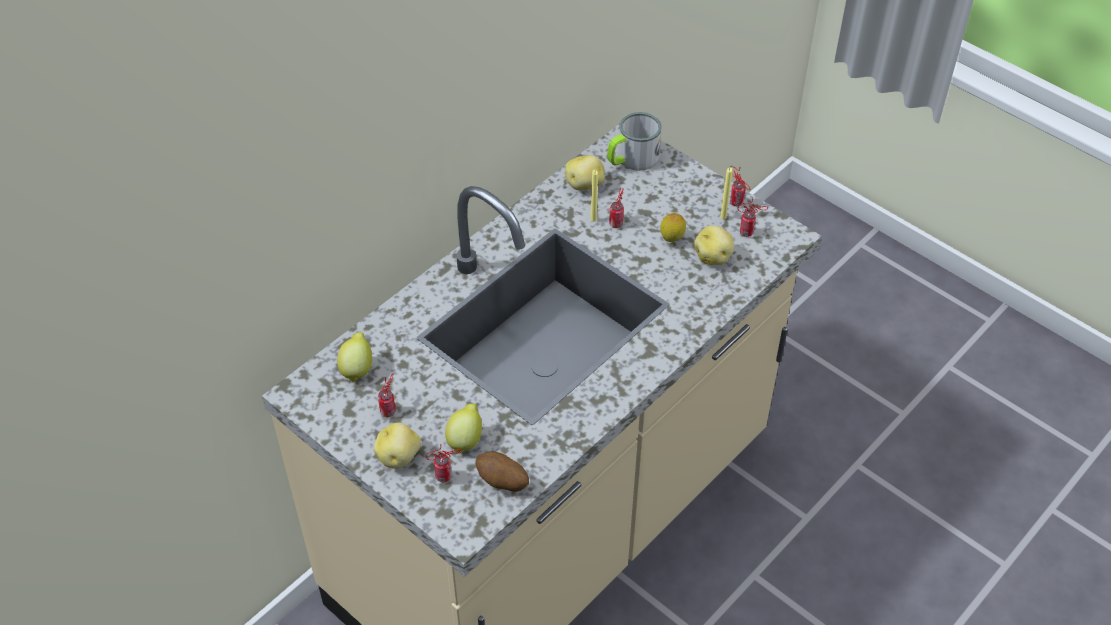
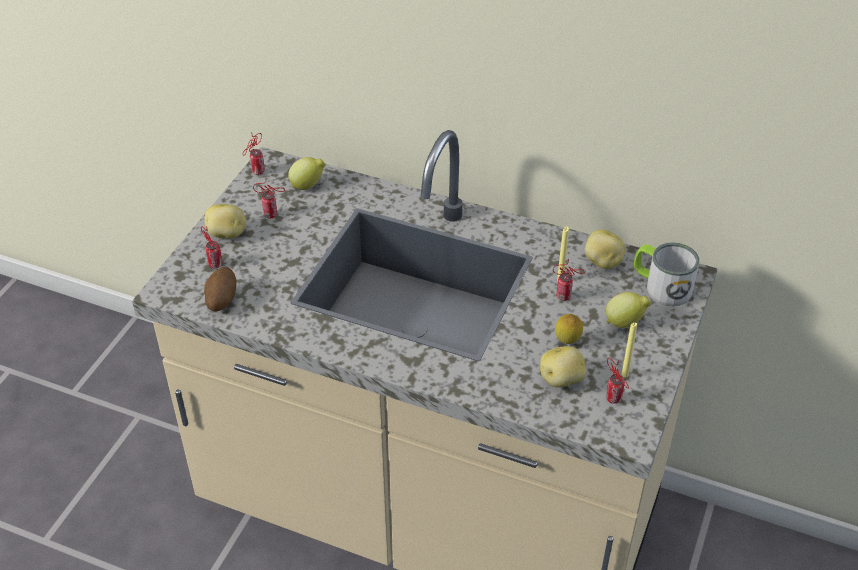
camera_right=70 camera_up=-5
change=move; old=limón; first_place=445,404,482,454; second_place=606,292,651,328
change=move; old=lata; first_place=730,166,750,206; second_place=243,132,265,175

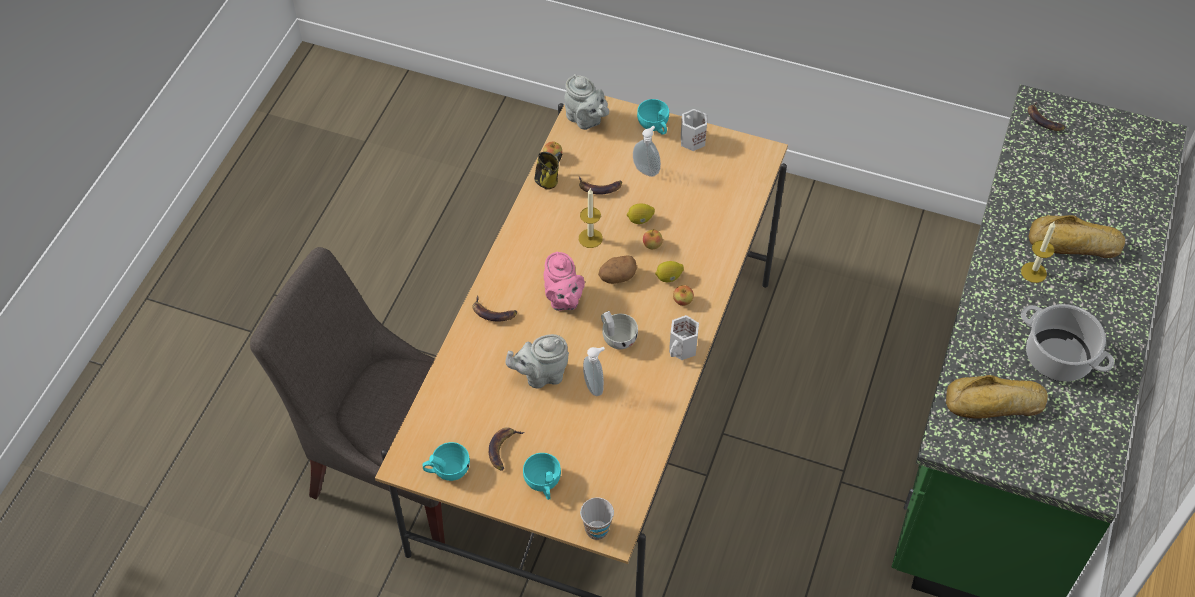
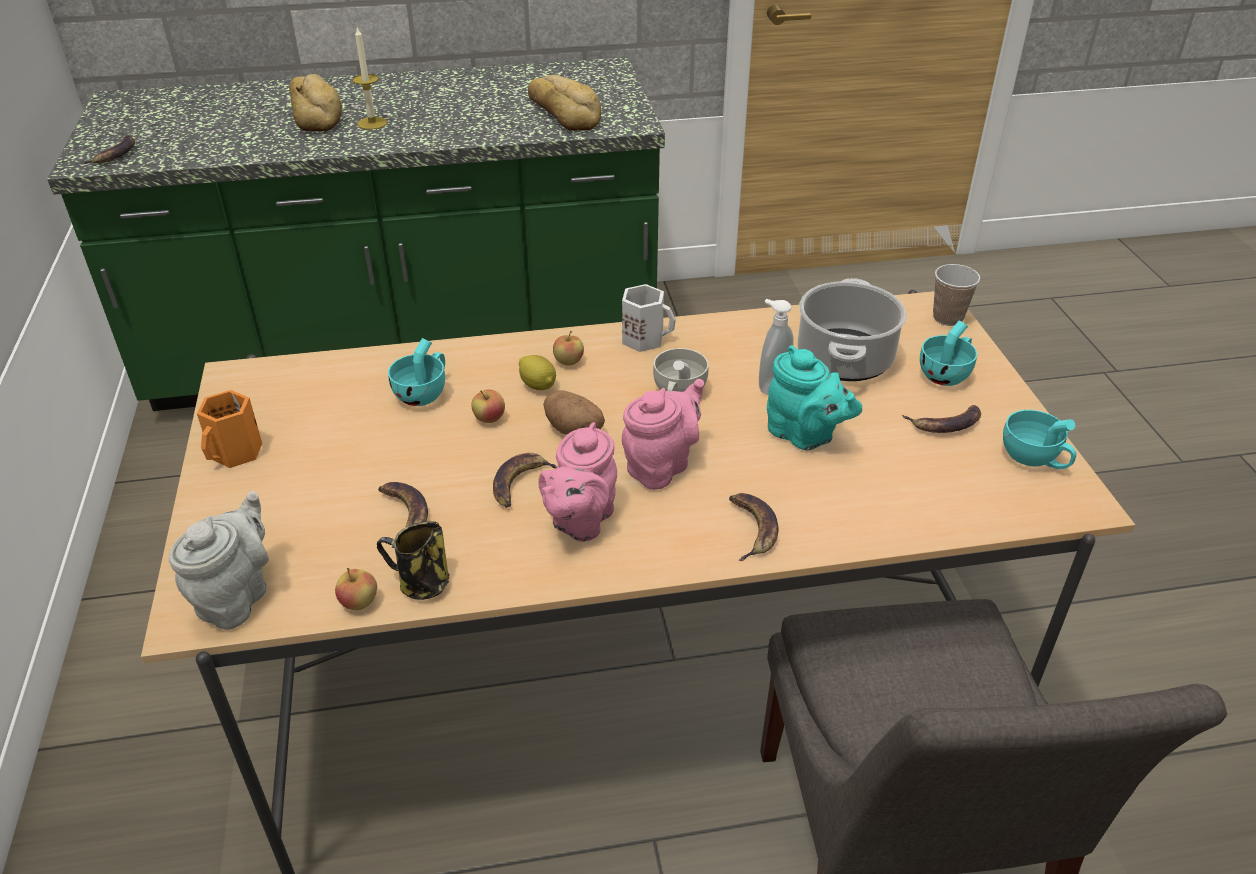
camera_right=-120 camera_up=-15
change=delete; old=limón; first_place=627,203,655,224
change=delete; old=dispensador de jabón; first_place=633,126,661,177
change=insert; new=tetera [rosa]; second_place=538,422,617,542
change=move; old=taza [turquesa]; first_place=637,99,669,135; second_place=388,338,445,406
change=move; old=olla; first_place=1021,304,1114,382; second_place=797,278,907,381
change=replace; old=vela; new=plátano; first_place=579,189,603,248; second_place=493,453,557,508
change=recolor; old=tetera [gris]; new=tetera [turquesa]; first_place=505,334,569,389; second_place=767,345,862,451
change=recolor; old=taza grande [blanco]; new=taza grande [naranja]; first_place=681,109,707,151; second_place=197,390,262,468

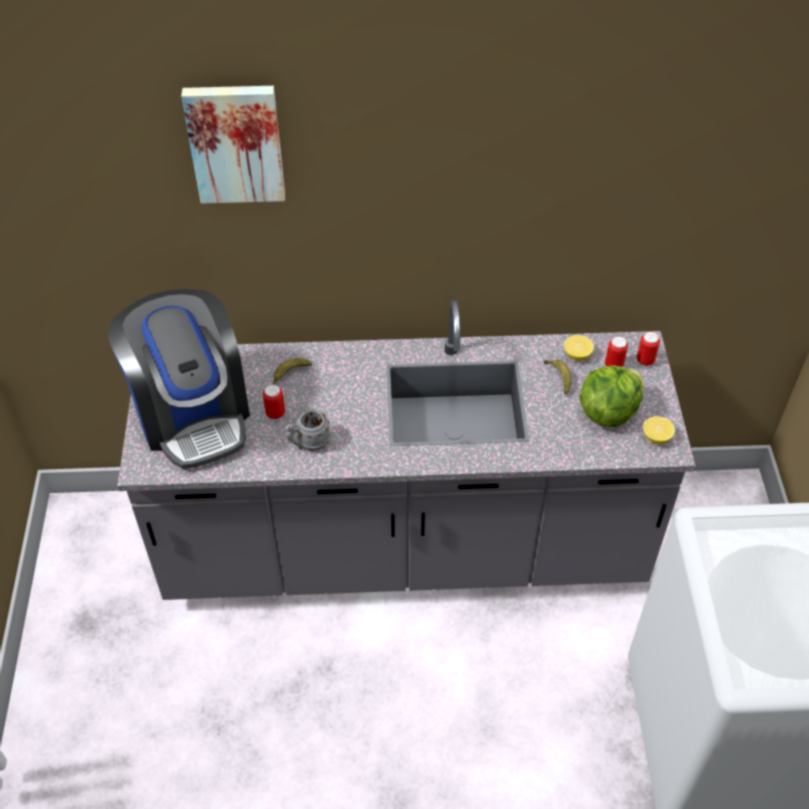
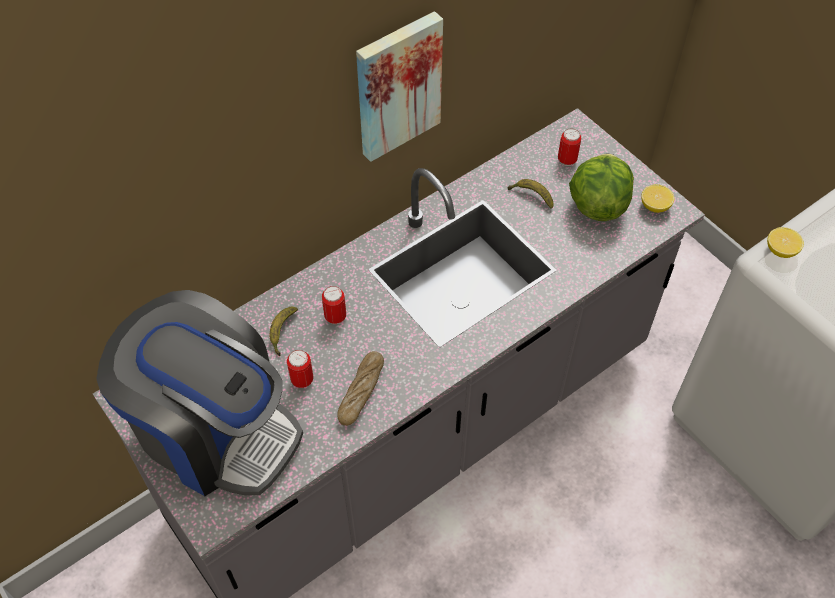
camera_right=-35 camera_up=5
change=move; old=cuadro; first_place=181,86,285,204; second_place=356,11,443,162
change=move; old=limón; first_place=564,335,594,360; second_place=767,227,804,258
change=move; old=lata; first_place=636,331,660,367; second_place=322,286,346,324
change=replace; old=taza grande [gris]; new=pan; first_place=286,410,330,451; second_place=337,351,384,426

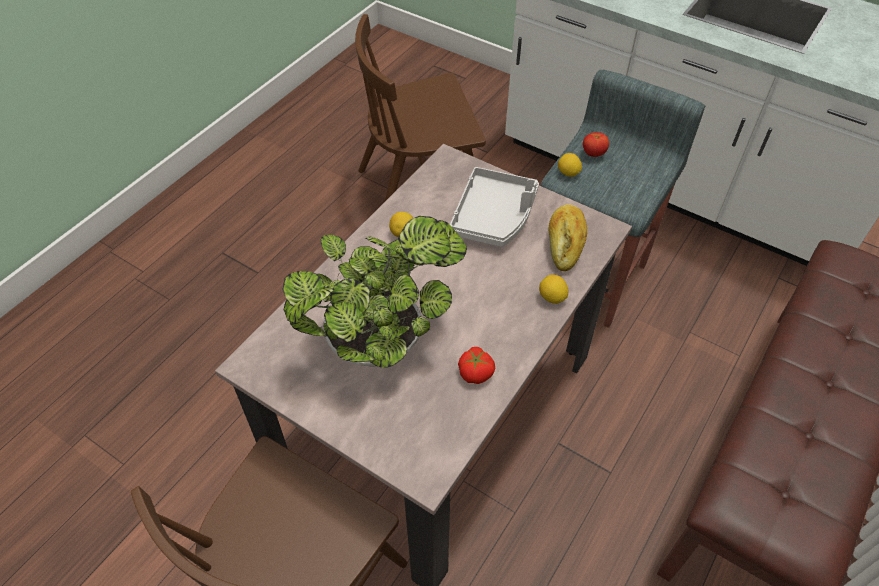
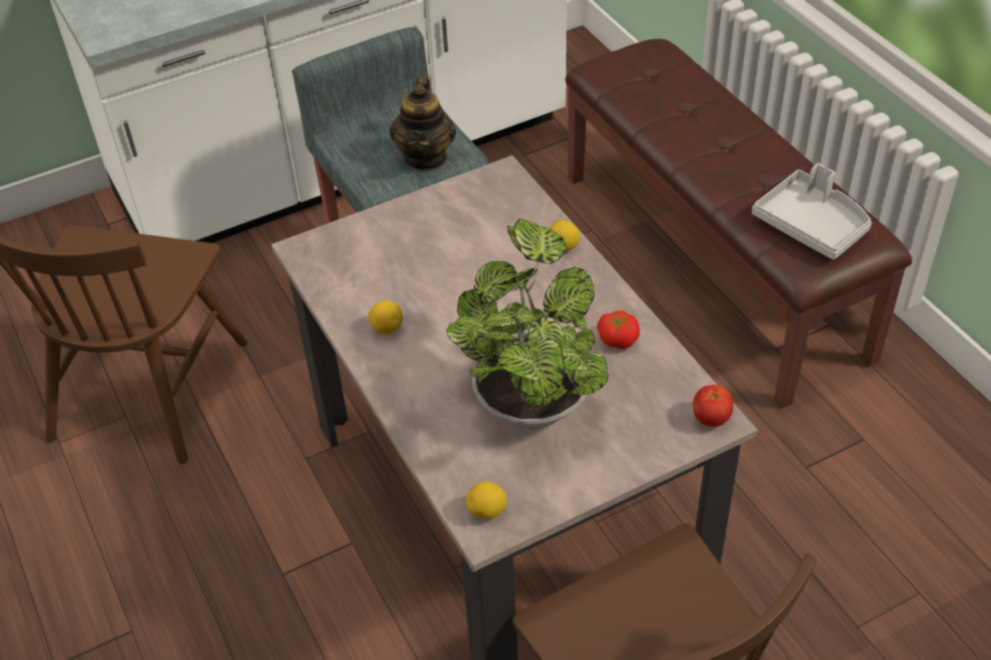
camera_right=-60 camera_up=-5
change=delete; old=pan; first_place=548,204,587,271
change=insert; new=tetera; second_place=389,76,456,171
change=move; old=bandeja [gris]; first_place=450,167,539,247; second_place=752,163,872,260
change=move; old=limón; first_place=558,153,582,177; second_place=466,481,507,519
change=move; old=tomate; first_place=583,132,609,157; second_place=693,385,733,427

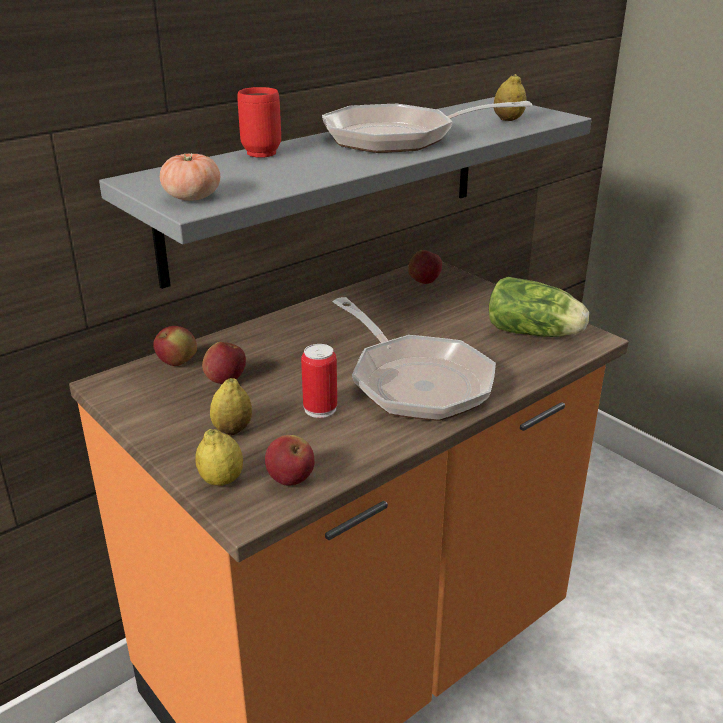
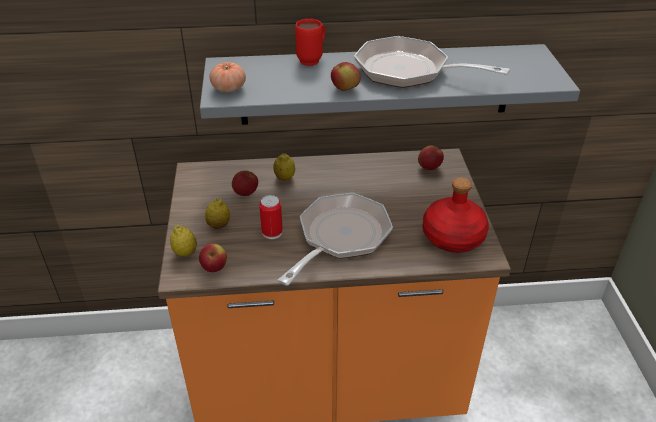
camera_right=35 camera_up=10
change=move; old=manzana; first_place=154,326,197,366; second_place=331,62,360,91
change=move; old=limón; first_place=494,74,526,121; second_place=273,154,295,181
change=replace; old=lechuga; new=botella [rojo]; first_place=489,277,589,337; second_place=422,178,489,253
change=rotate; old=sartén; first_place=333,297,496,421; second_place=278,193,393,285; degrees=-150

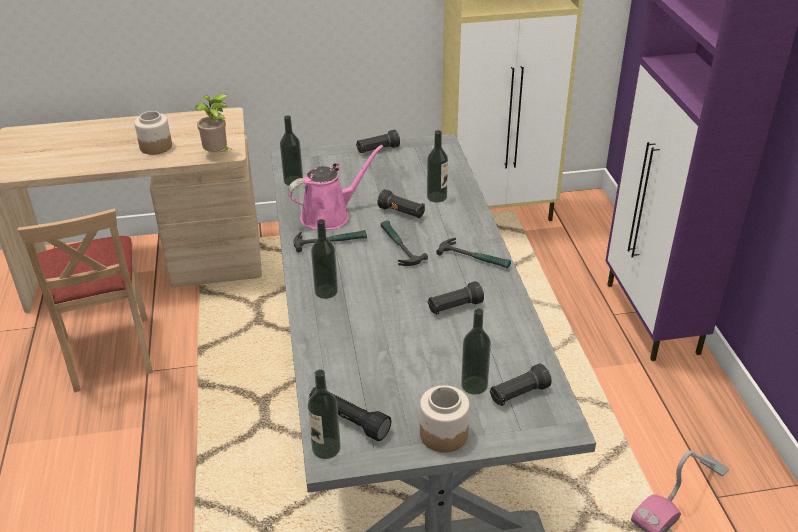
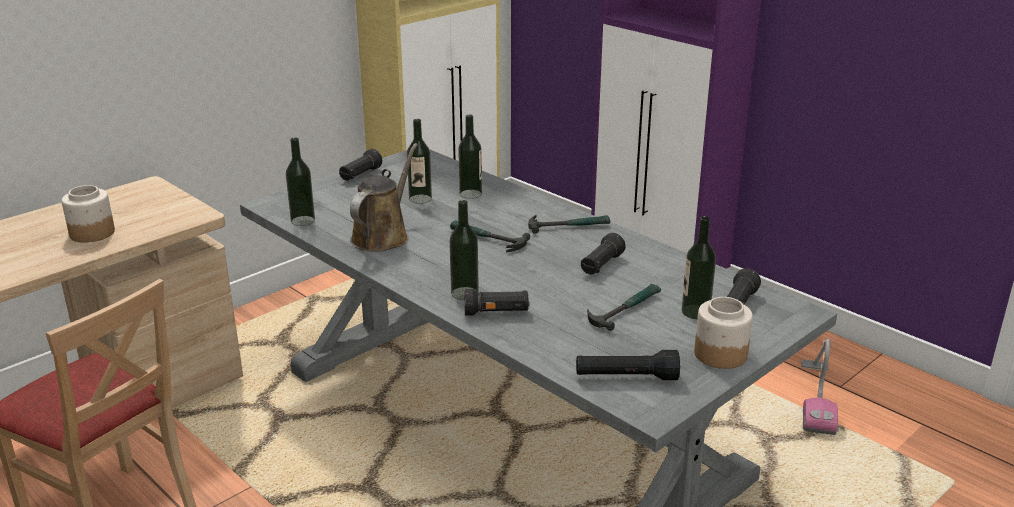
camera_right=-35 camera_up=-10
change=delete; old=planta en maceta; first_place=195,94,230,152
change=move; old=martillo; first_place=293,230,367,252; second_place=587,284,661,331
change=move; old=botella; first_place=308,370,341,459; second_place=407,119,432,204
change=move; old=linterna [negro]; first_place=377,189,425,218; second_place=464,288,530,316
change=recolor; old=regadera [rosa]; new=regadera [marrón]; first_place=288,145,383,230; second_place=350,143,418,252

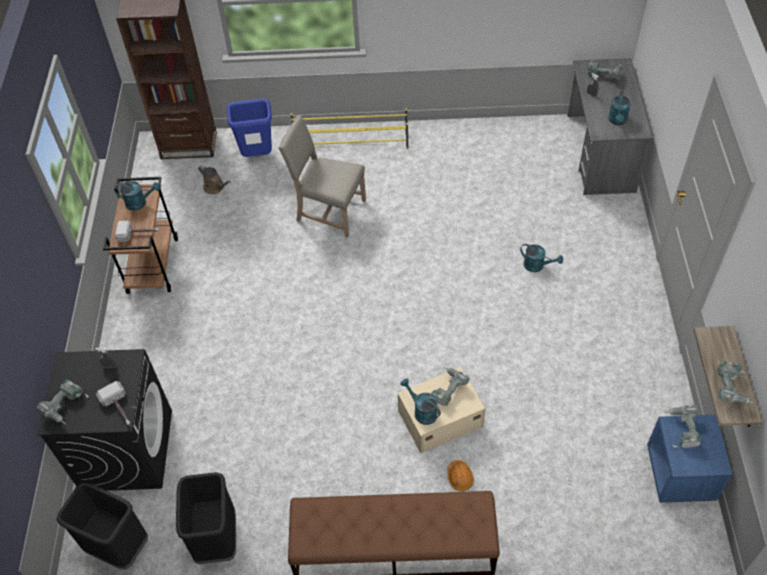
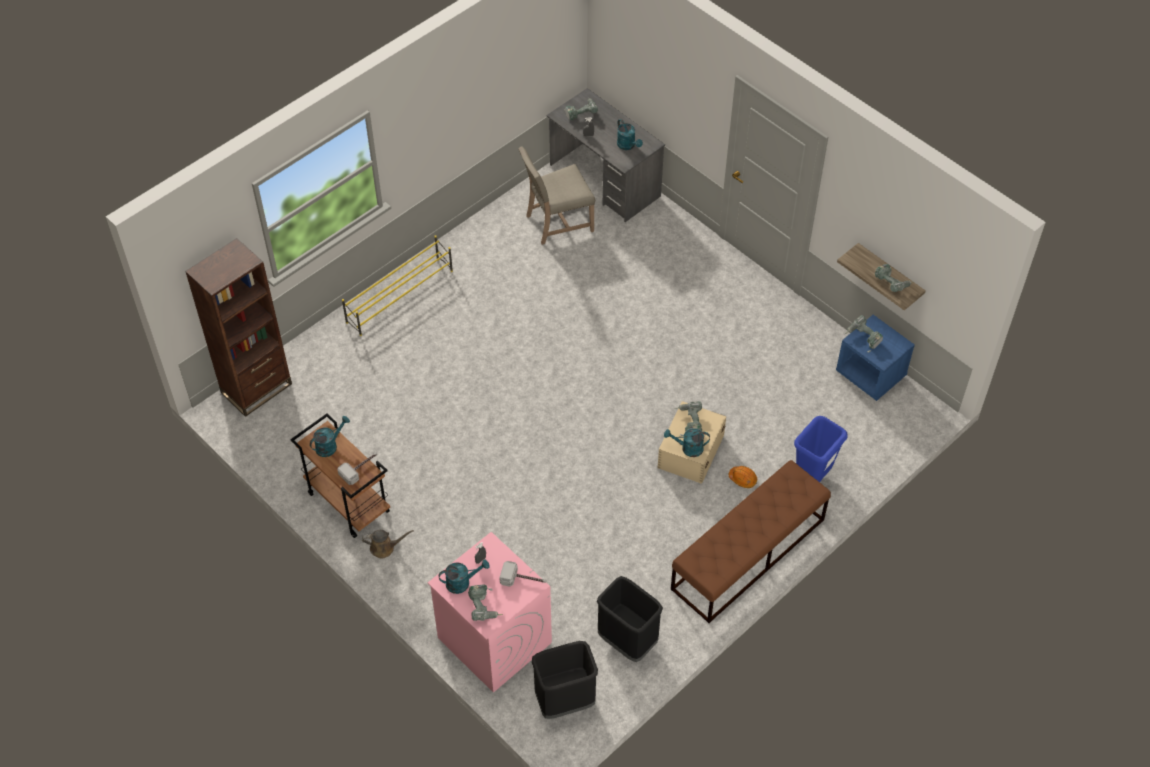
camera_right=-45 camera_up=0
change=move; old=regadera [marrón]; first_place=198,165,231,194; second_place=362,529,414,558
change=move; old=papelera [azul]; first_place=227,99,272,157; second_place=794,416,848,482
change=move; old=silla [beis]; first_place=278,115,366,238; second_place=518,146,595,245
change=move; old=regadera [turquesa]; first_place=520,244,563,272; second_place=439,559,490,594
change=recolor; old=lavadora [negro]; new=lavadora [rosa]; first_place=37,349,172,491; second_place=428,532,552,693

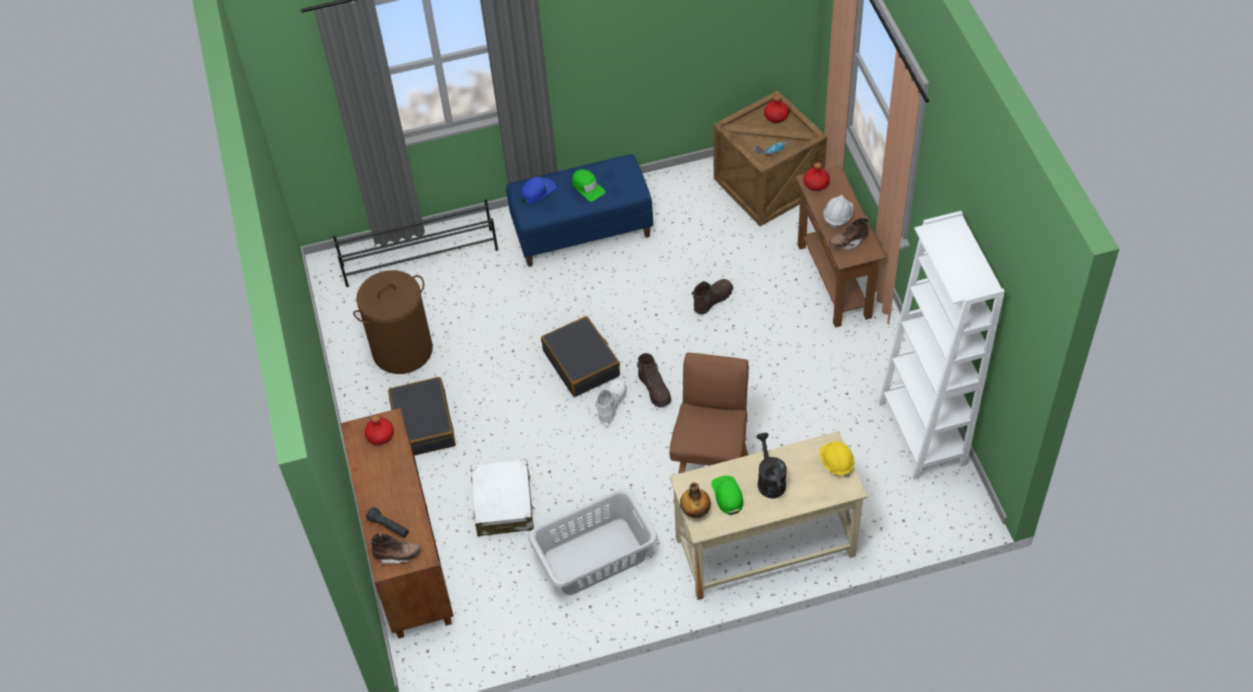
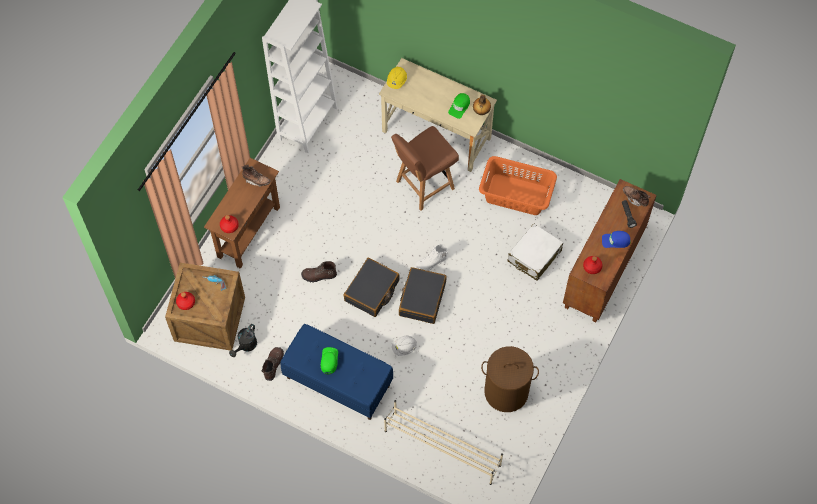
camera_right=-140 camera_up=10
change=move; old=maleta [negro]; first_place=388,377,456,456; second_place=344,258,399,317
change=move; old=gorra [azul]; first_place=521,177,556,204; second_place=602,231,631,248
change=move; old=bota [marrón]; first_place=637,353,671,408; second_place=261,347,284,381
change=move; old=regadera [negro]; first_place=756,433,787,499; second_place=229,324,257,357
change=move; old=casco [blanco]; first_place=824,195,853,229; second_place=392,336,417,356
change=recolor; old=zapatero [negro]; new=zapatero [beis]; first_place=333,199,498,287; second_place=384,400,503,485
change=recolor; old=cesto de la ropa [gris]; new=cesto de la ropa [naranja]; first_place=528,489,658,595; second_place=479,156,557,215

